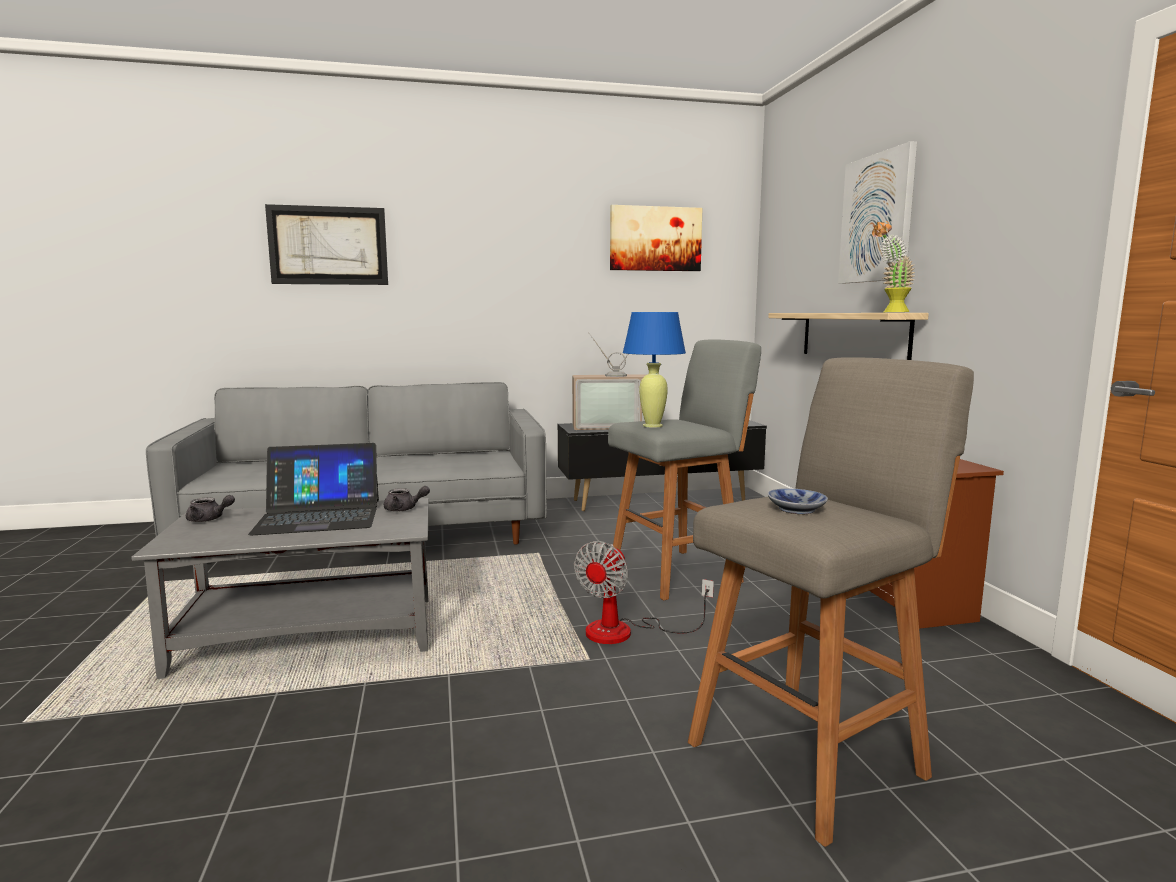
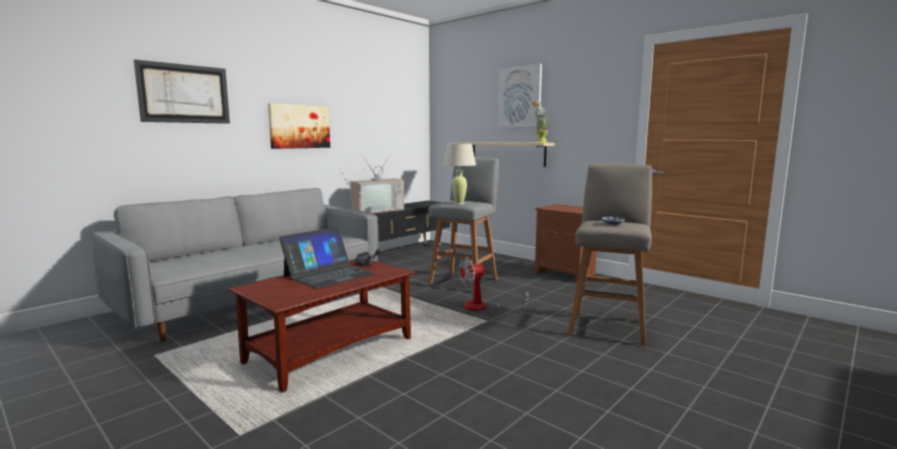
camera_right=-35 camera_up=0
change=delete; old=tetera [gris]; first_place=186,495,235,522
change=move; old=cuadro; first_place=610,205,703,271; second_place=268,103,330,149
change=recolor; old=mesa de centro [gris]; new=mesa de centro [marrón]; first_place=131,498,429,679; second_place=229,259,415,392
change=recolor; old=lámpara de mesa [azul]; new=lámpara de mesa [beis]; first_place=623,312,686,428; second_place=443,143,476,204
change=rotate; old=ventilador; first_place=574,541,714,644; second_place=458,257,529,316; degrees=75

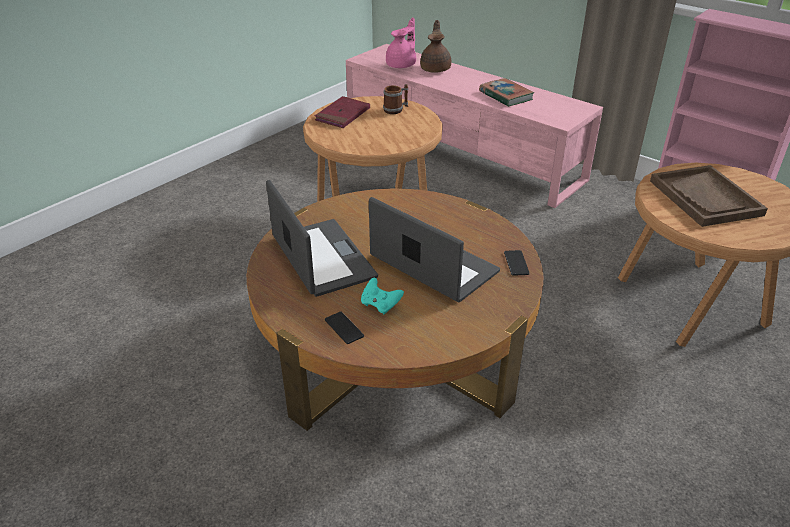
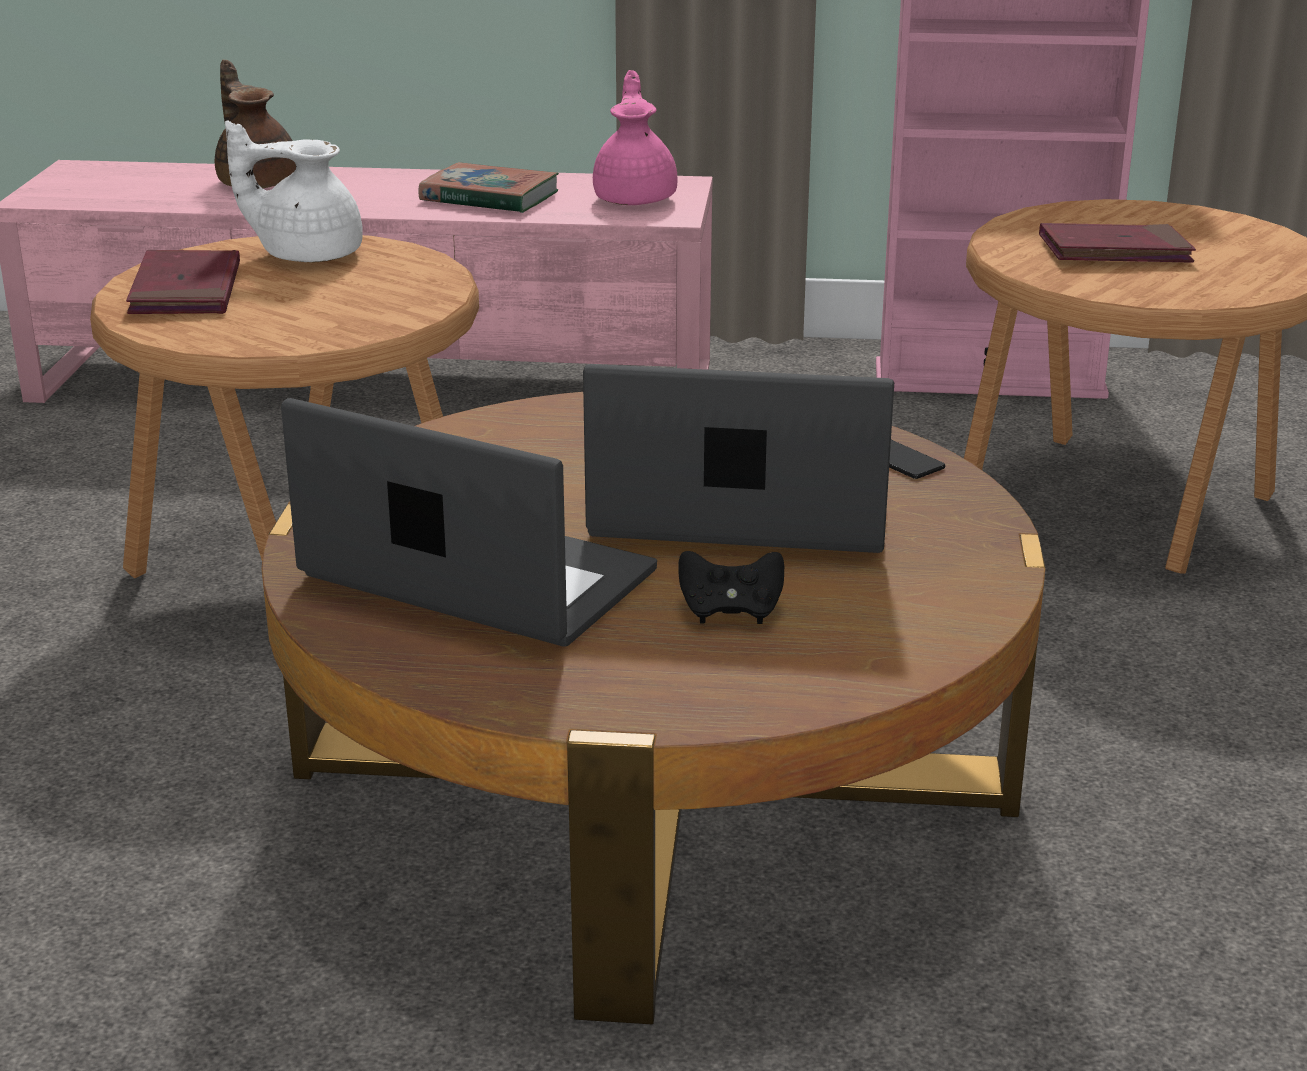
camera_right=-35 camera_up=-10
change=delete; old=móvil; first_place=325,312,364,344
change=move; old=tetera [rosa]; first_place=386,17,416,68; second_place=593,70,678,205
change=replace; old=taza grande; new=tetera [blanco]; first_place=383,84,408,114; second_place=225,120,363,262
change=replace; old=bandeja [marrón]; new=libro [rojo]; first_place=650,165,768,227; second_place=1039,223,1196,263
change=recolor; old=mando de consola [turquesa]; new=mando de consola [negro]; first_place=361,278,404,315; second_place=678,551,784,624

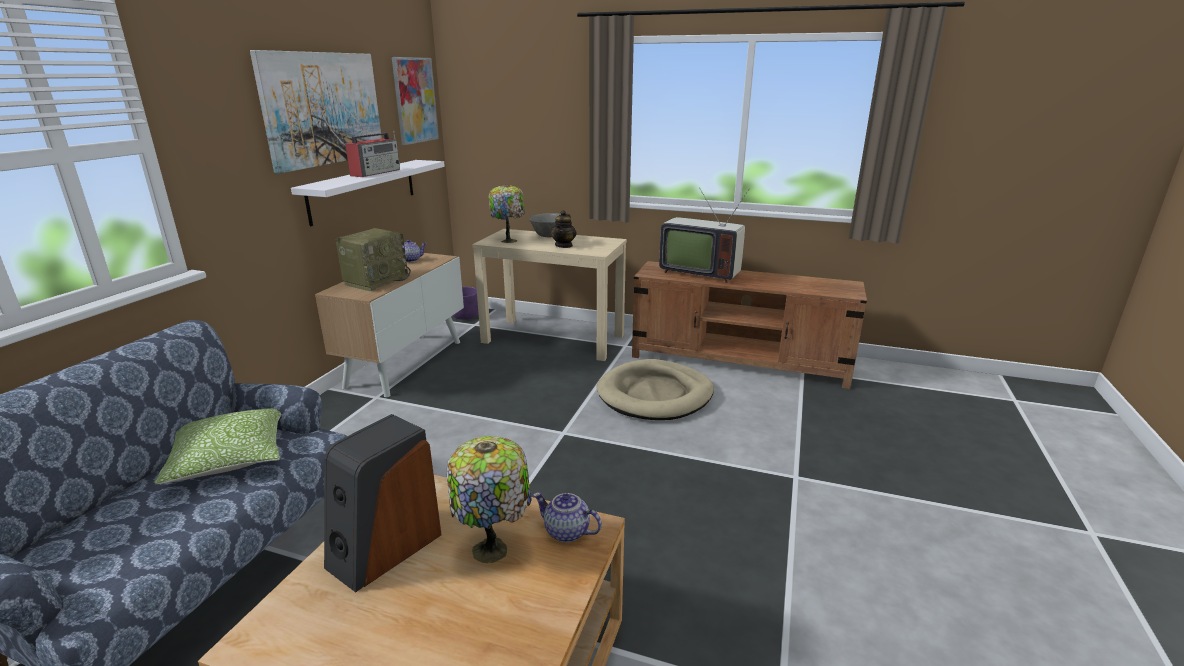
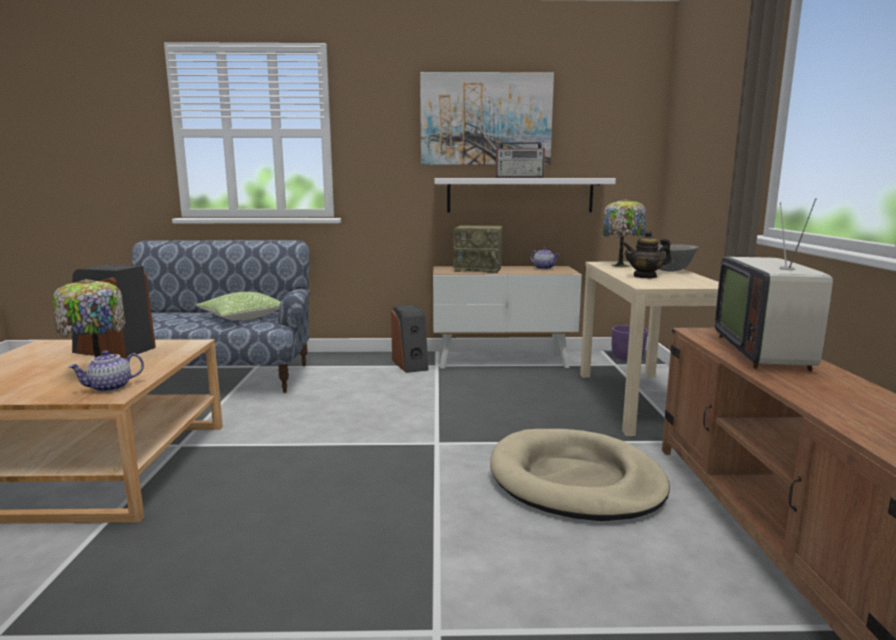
camera_right=70 camera_up=-10
change=delete; old=cuadro; first_place=392,57,439,145
change=insert; new=altavoz; second_place=391,305,429,373
change=rotate; old=tetera; first_place=533,492,602,542; second_place=69,351,144,392; degrees=-135

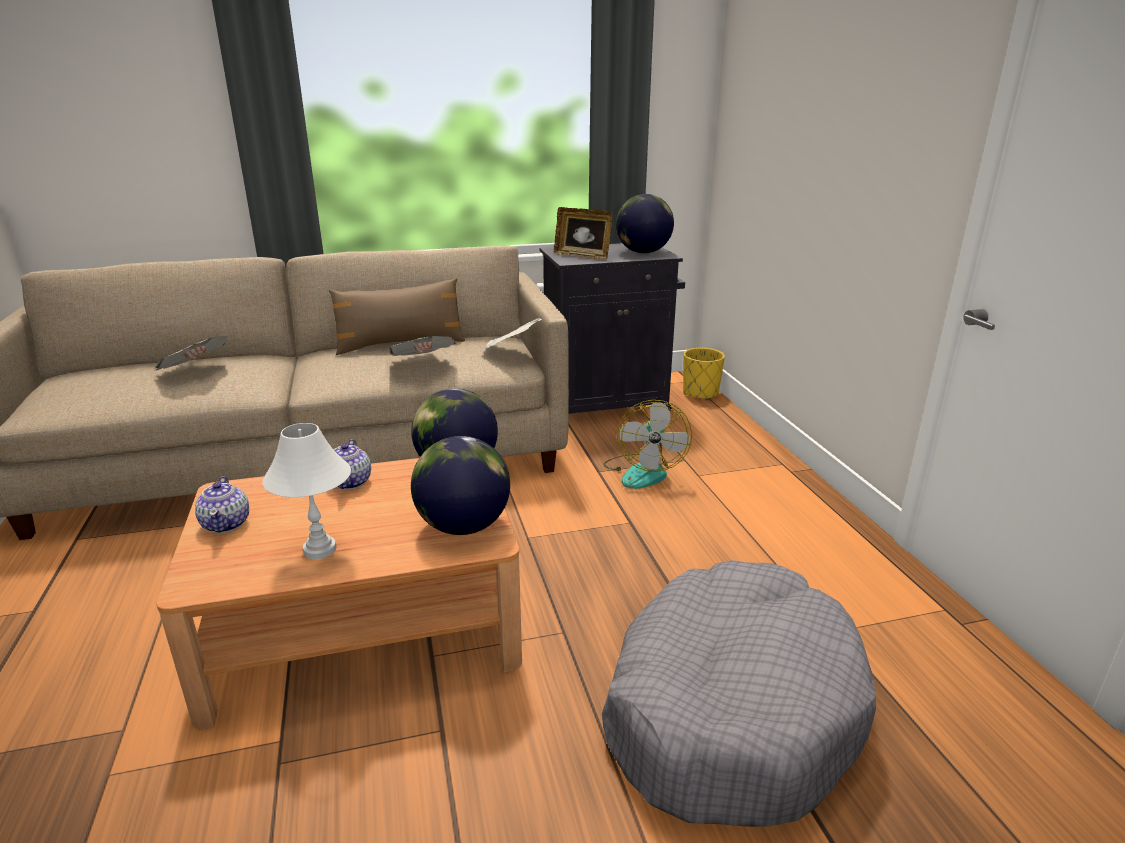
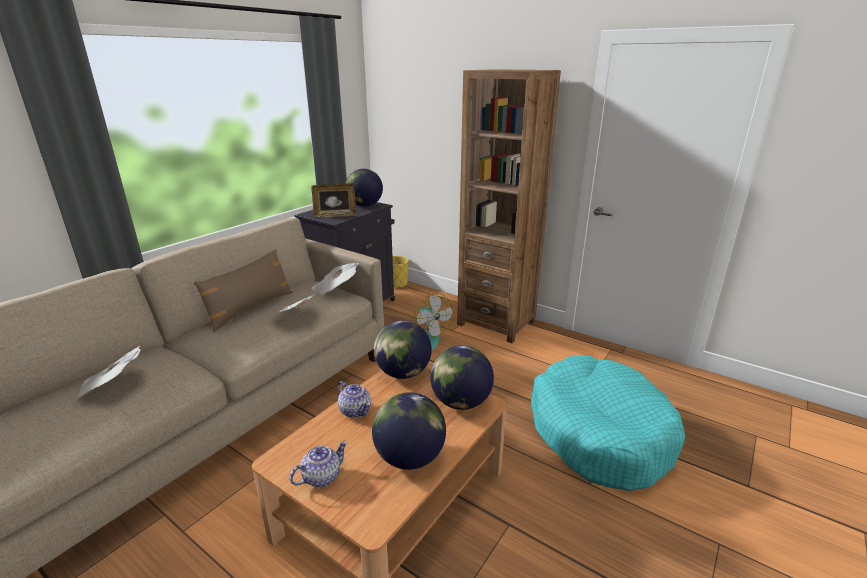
camera_right=-40 camera_up=0
change=insert; new=estantería [marrón]; second_place=457,69,561,343
change=replace; old=lámpara de mesa [blanco]; new=globo terráqueo; first_place=262,423,351,559; second_place=372,392,446,470
change=recolor; old=cama para perro [gris]; new=cama para perro [turquesa]; first_place=602,560,876,827; second_place=531,355,685,491
change=rotate; old=tetera; first_place=195,476,249,533; second_place=290,441,348,487; degrees=-75

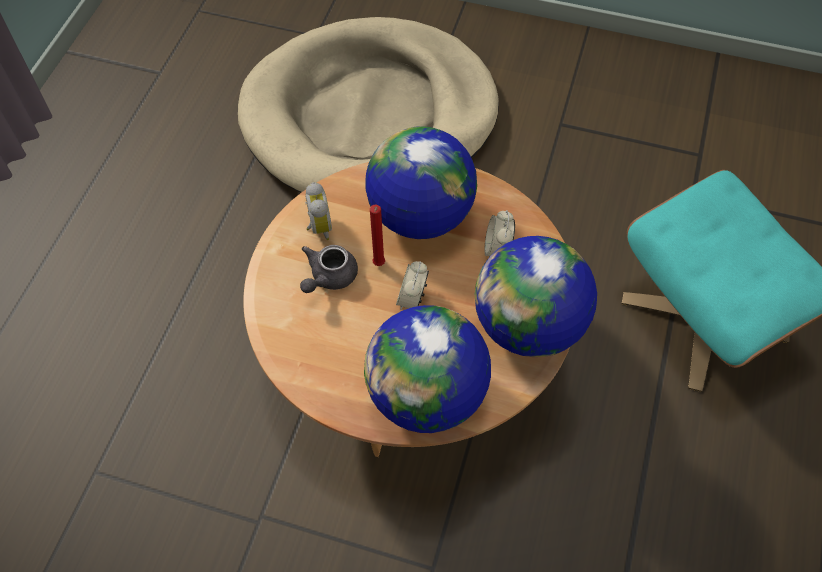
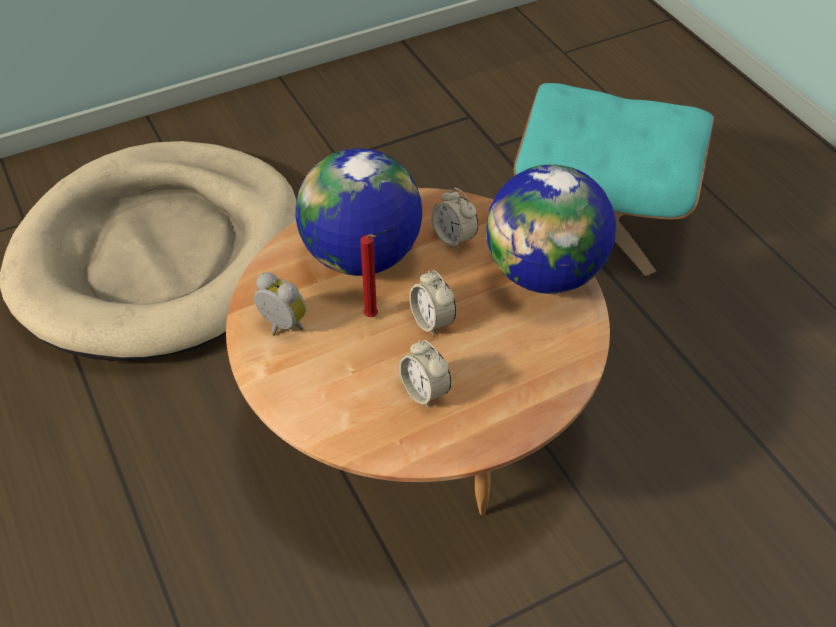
camera_right=-45 camera_up=-10
change=delete; old=tetera [gris]; first_place=300,245,358,293
change=delete; old=globo terráqueo; first_place=364,305,491,433
change=insert; new=despertador; second_place=399,340,451,408

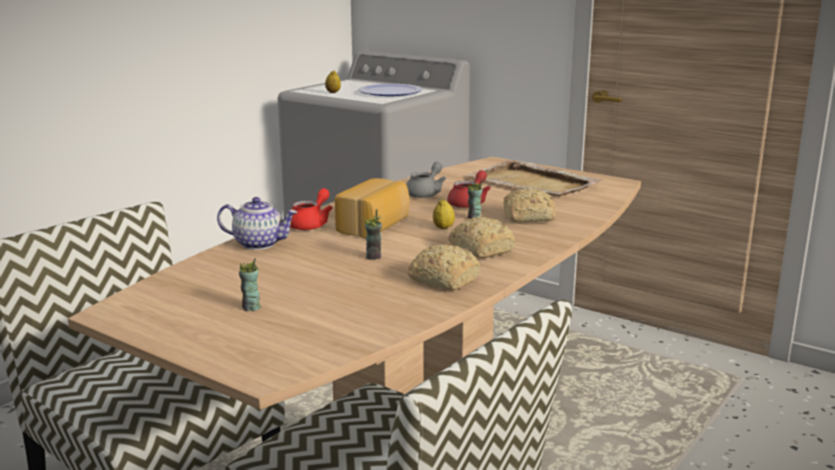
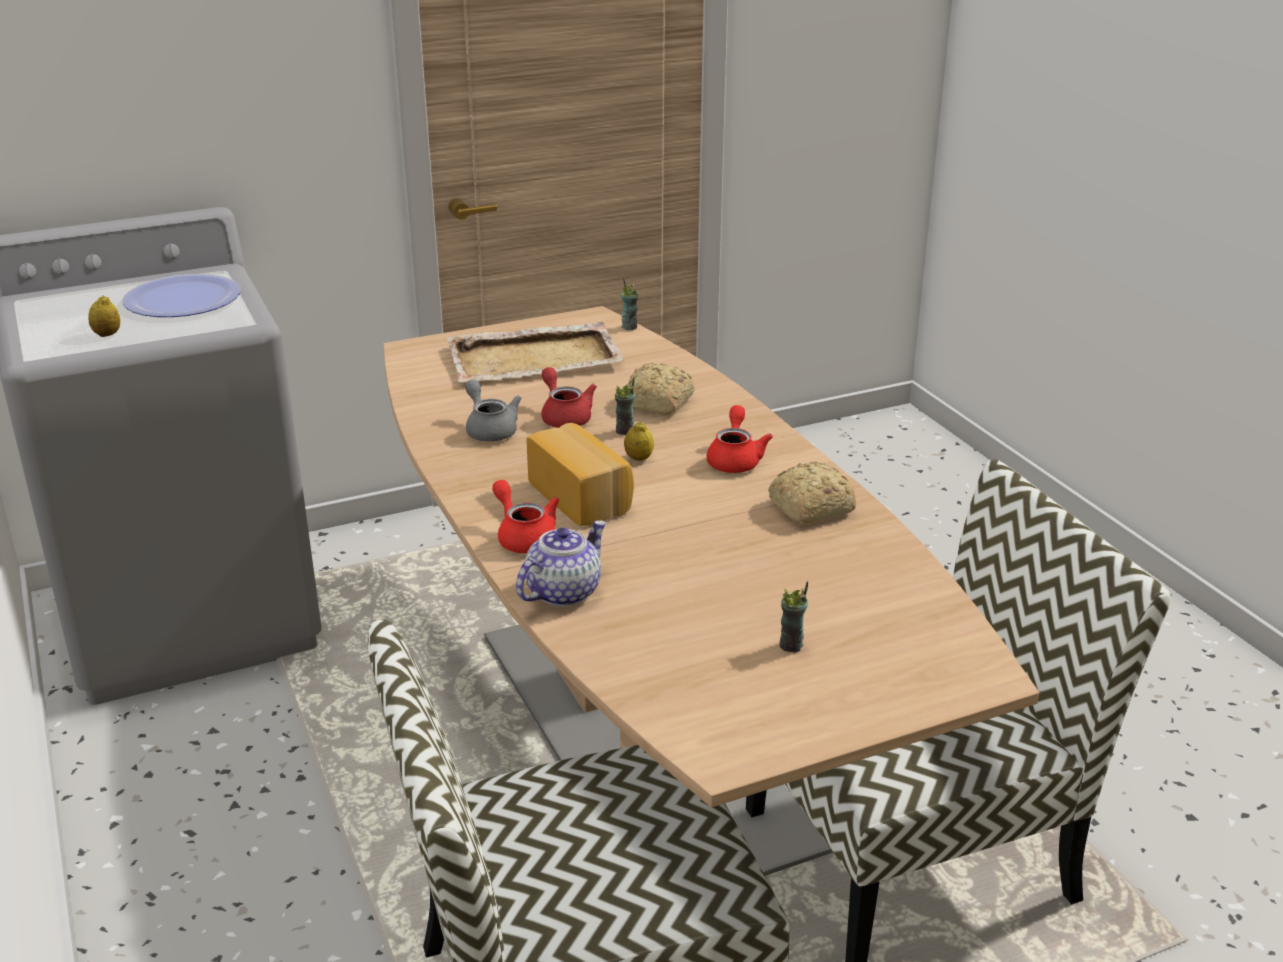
camera_right=-60 camera_up=10
change=move; old=taza; first_place=364,209,382,260; second_place=621,279,638,330
change=replace; old=pan; new=tetera [rojo]; first_place=448,217,515,258; second_place=707,405,773,473

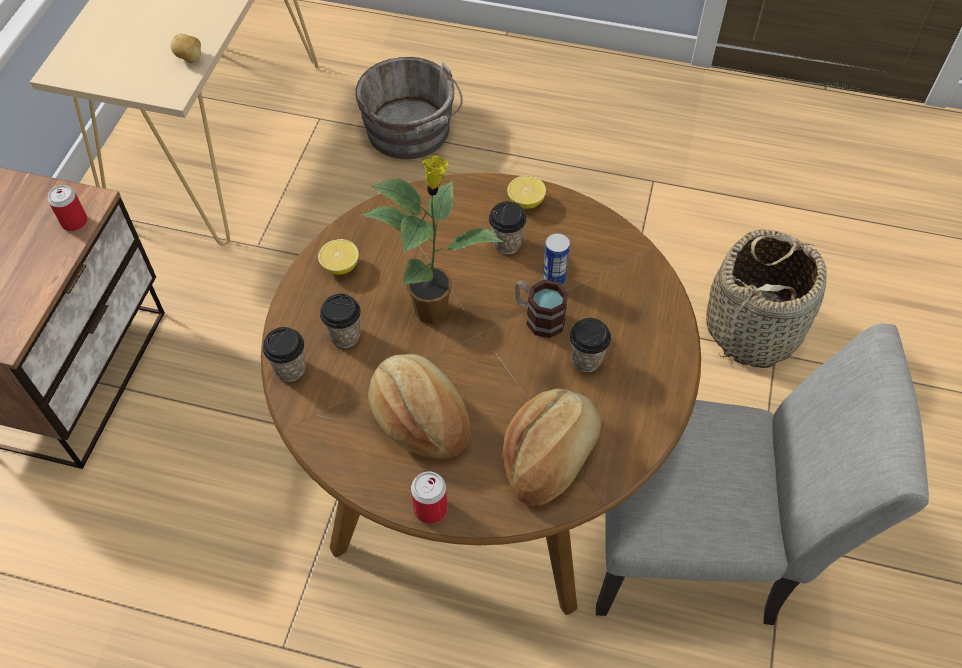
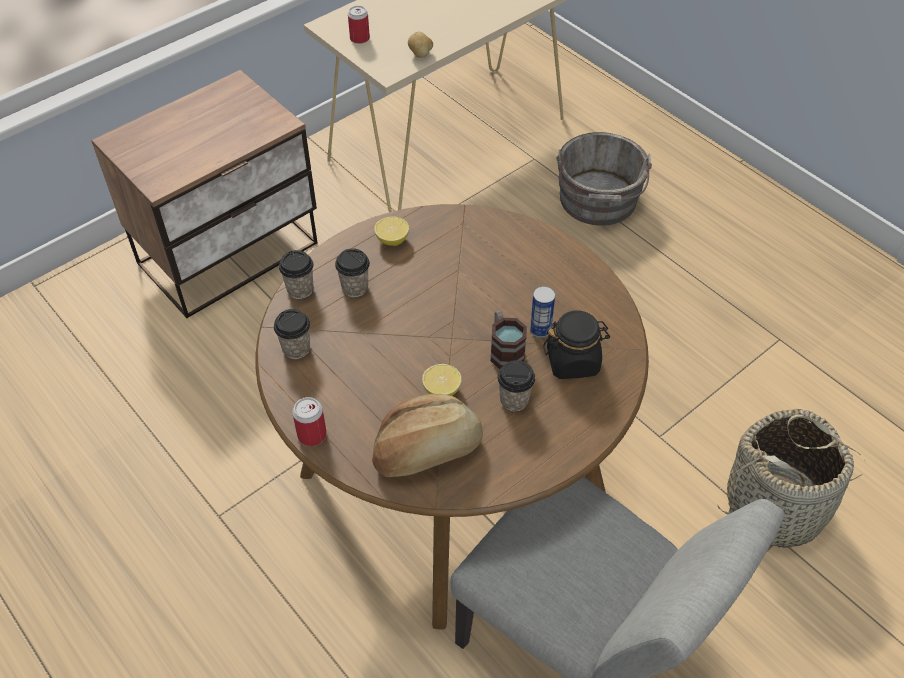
camera_right=35 camera_up=-5
change=delete; old=planta en maceta; first_place=361,155,503,324
change=delete; old=pan; first_place=368,354,470,459
change=insert; new=tarro [negro]; second_place=543,310,610,379
change=move; old=lata; first_place=48,185,88,231; second_place=348,6,370,44
change=move; old=taza; first_place=489,201,527,254; second_place=274,309,310,359
change=move; old=limón; first_place=507,175,546,209; second_place=422,364,462,396

